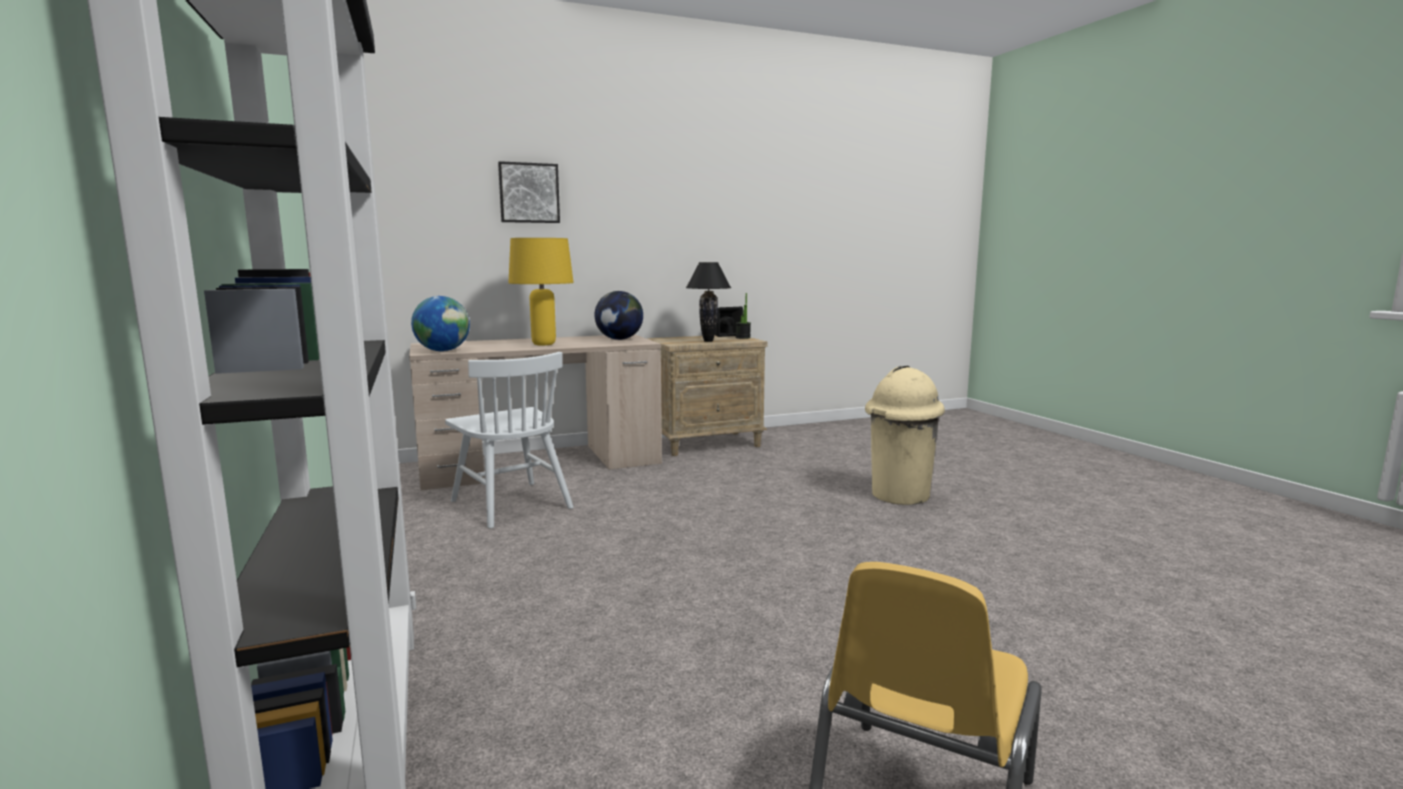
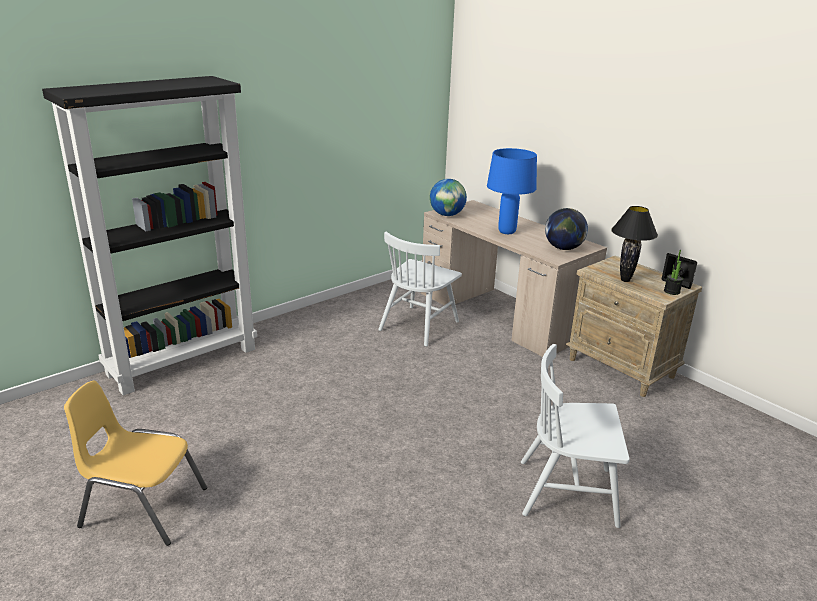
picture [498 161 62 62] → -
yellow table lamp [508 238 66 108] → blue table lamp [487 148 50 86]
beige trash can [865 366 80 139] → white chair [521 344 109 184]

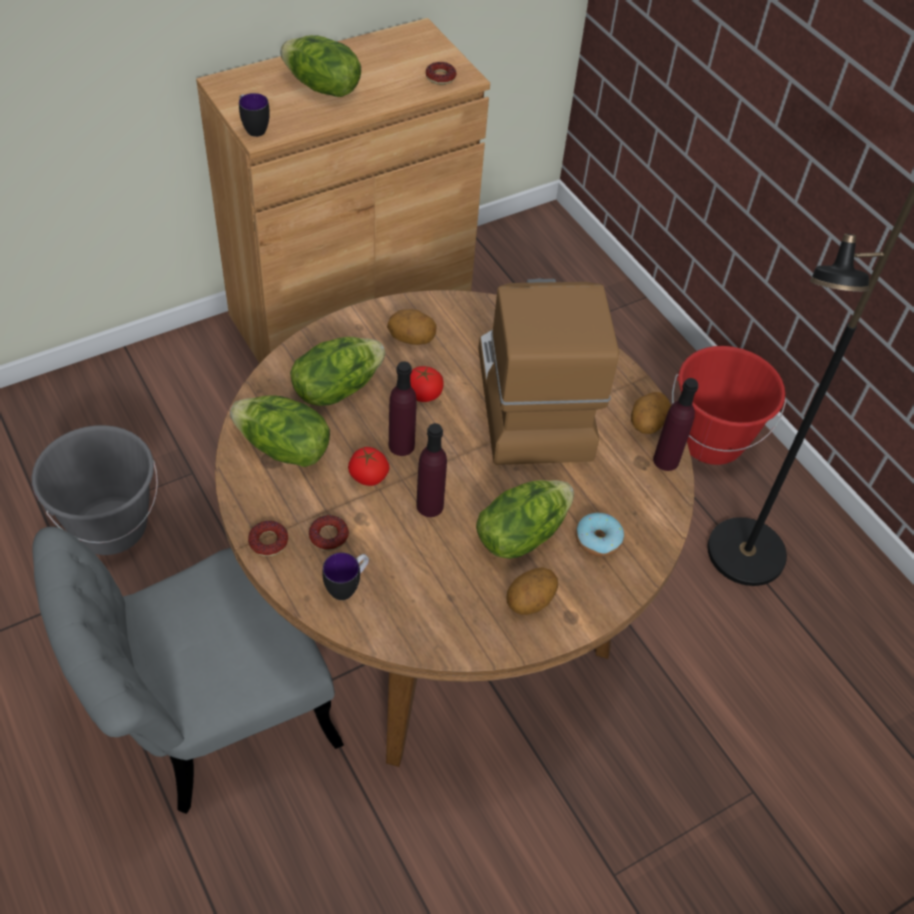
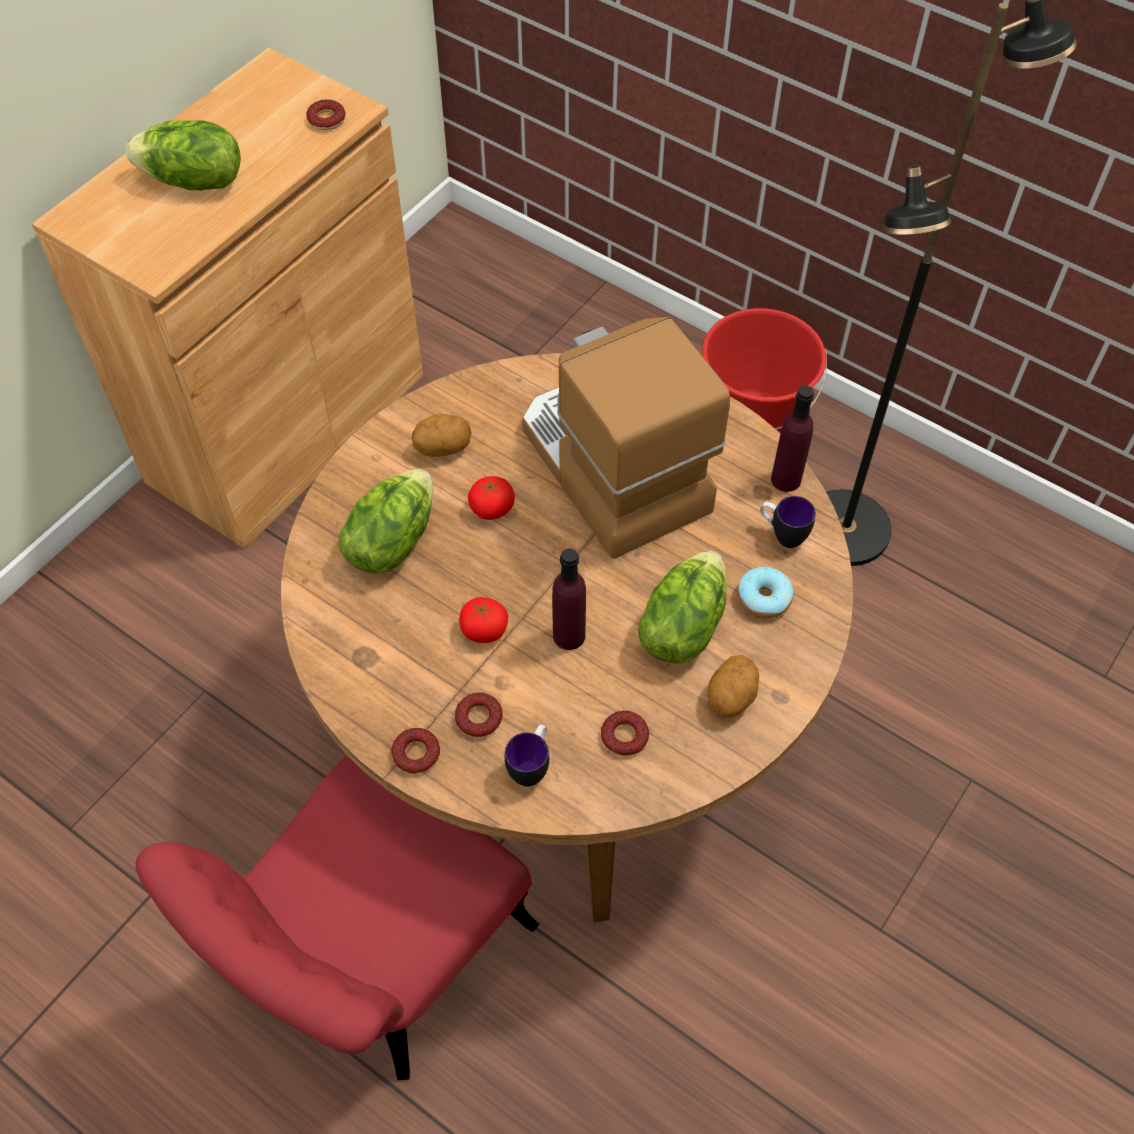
mug [239 93 31 44] → mug [760 496 56 52], relocated
purple bottle [389 361 28 95] → -
potato [631 392 40 42] → -
lettuce [230 395 100 72] → -
grey bucket [32 425 126 130] → -
grey chair [32 527 312 287] → red chair [136 756 403 324]
- → donut [601 711 48 45]

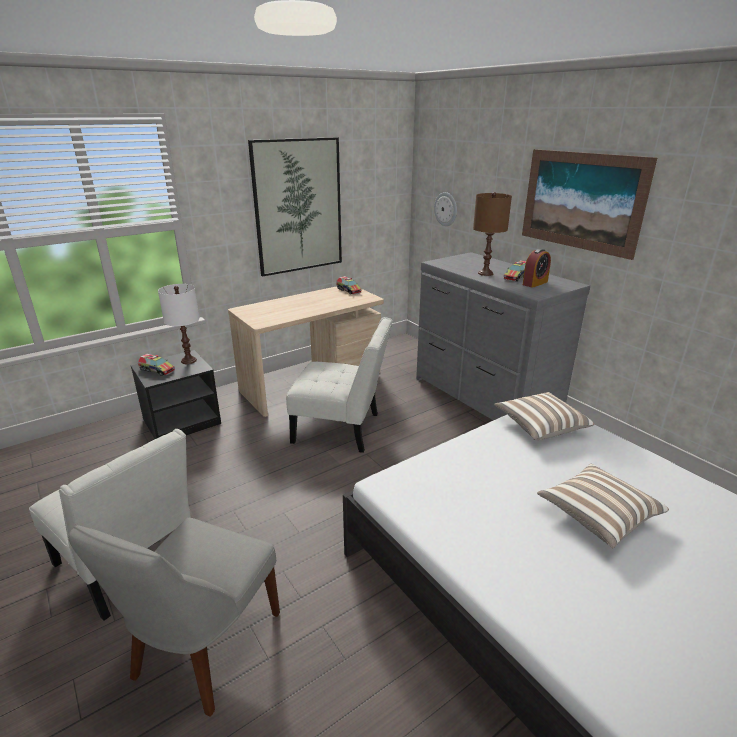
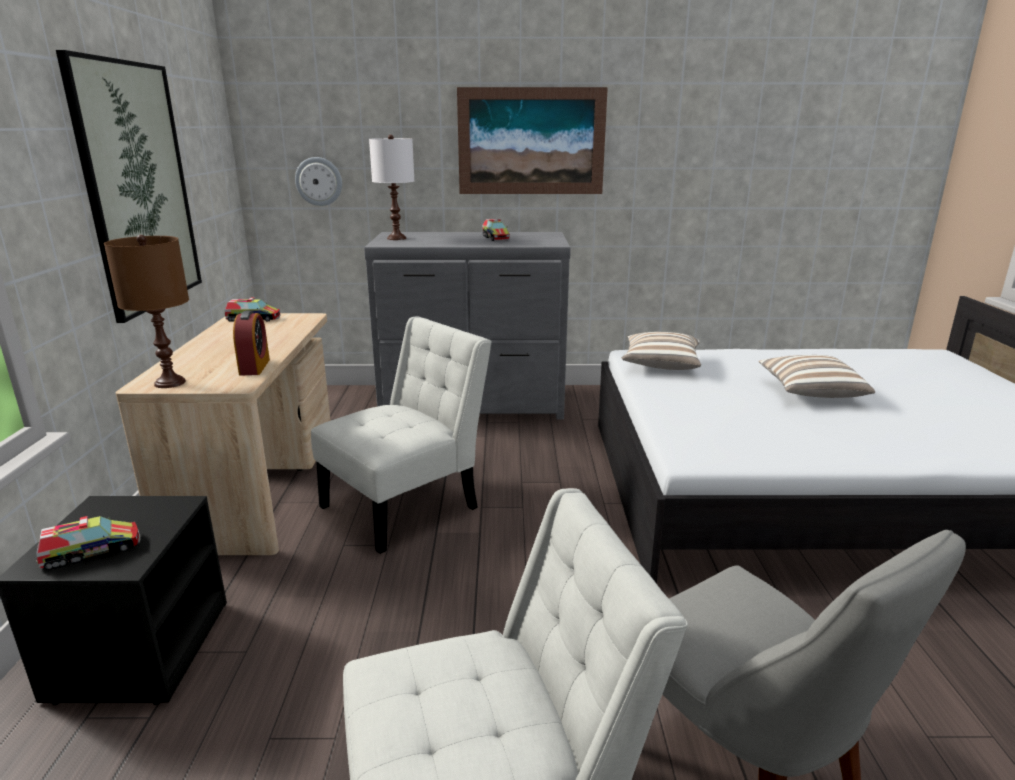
brown table lamp [473 192 39 84] → brown table lamp [104 235 85 153], relocated
alarm clock [523 249 28 39] → alarm clock [233 311 37 65], relocated
white table lamp [158 284 41 80] → white table lamp [369 135 45 105], relocated

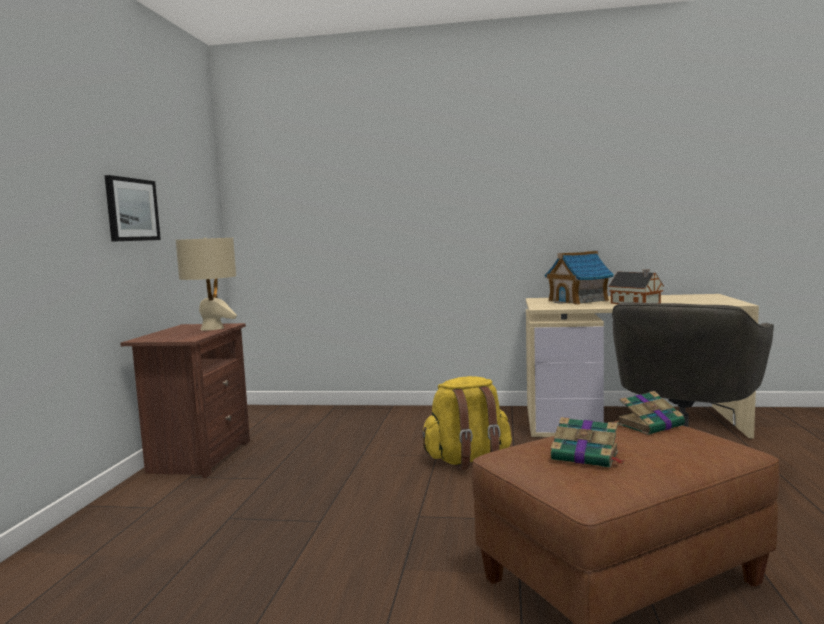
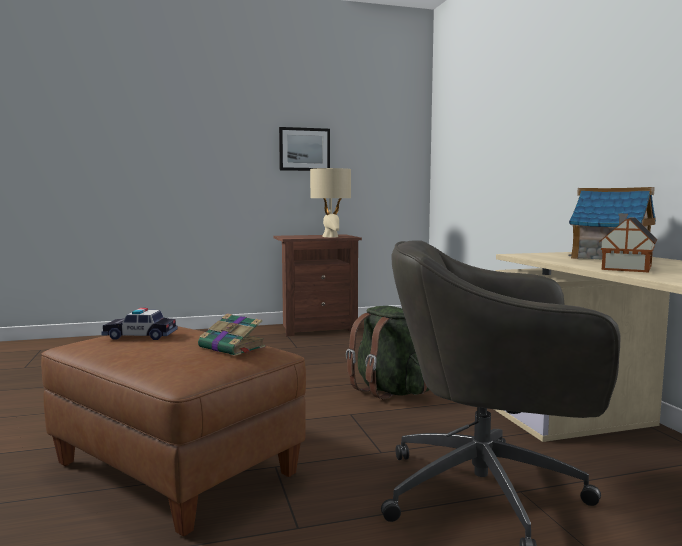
yellow backpack [421 376 91 94] → green backpack [346 306 83 94]
book [551 417 73 51] → toy car [101 308 76 32]

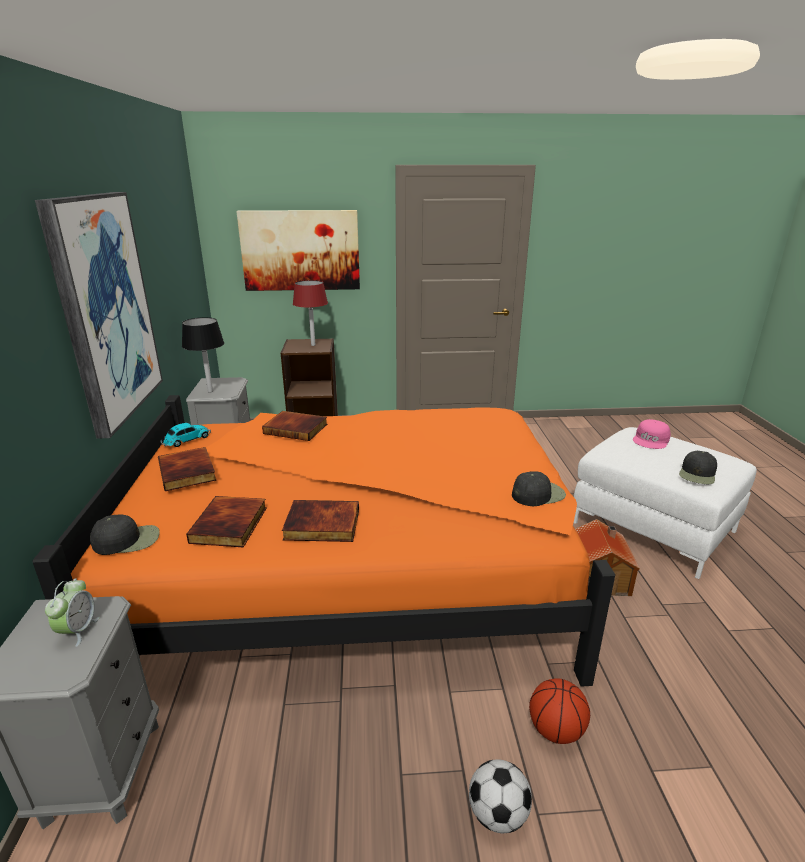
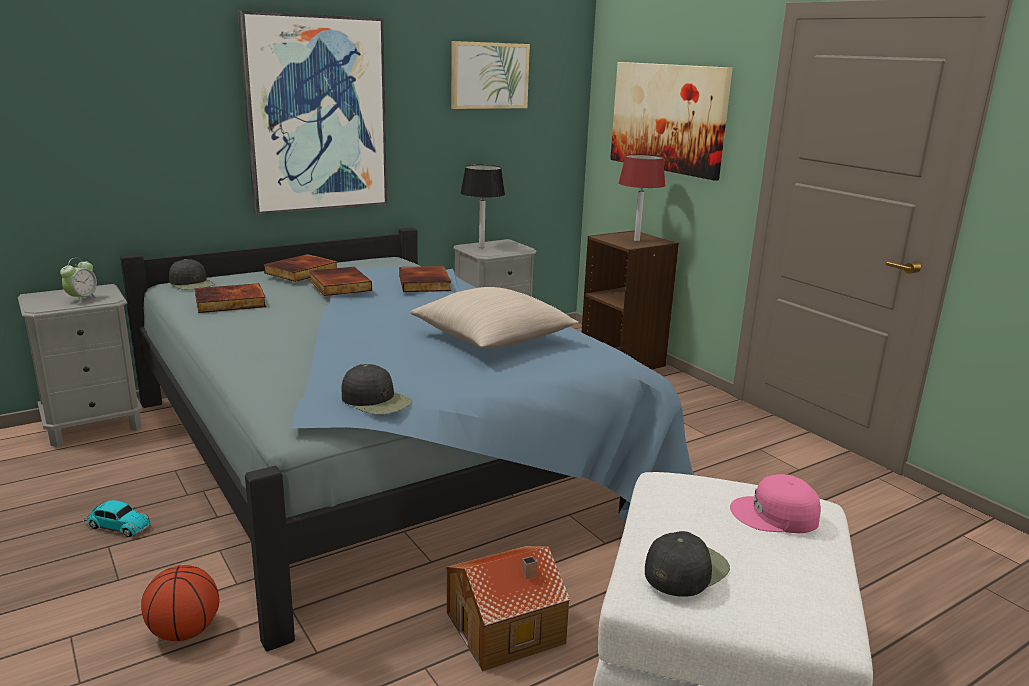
orange bed [32 395 583 292] → blue bed [120 227 574 425]
toy car [160 423 51 24] → toy car [83 500 69 37], relocated
black cap [679 451 38 33] → black cap [645 531 85 66], 135 degrees clockwise
book [282 500 77 42] → book [309 267 63 29], relocated
alarm clock [45 578 55 69] → alarm clock [60 258 40 46], 45 degrees counterclockwise
football [469 759 63 74] → -
- → picture [451 41 79 68]
- → beige pillow [410 287 169 62]

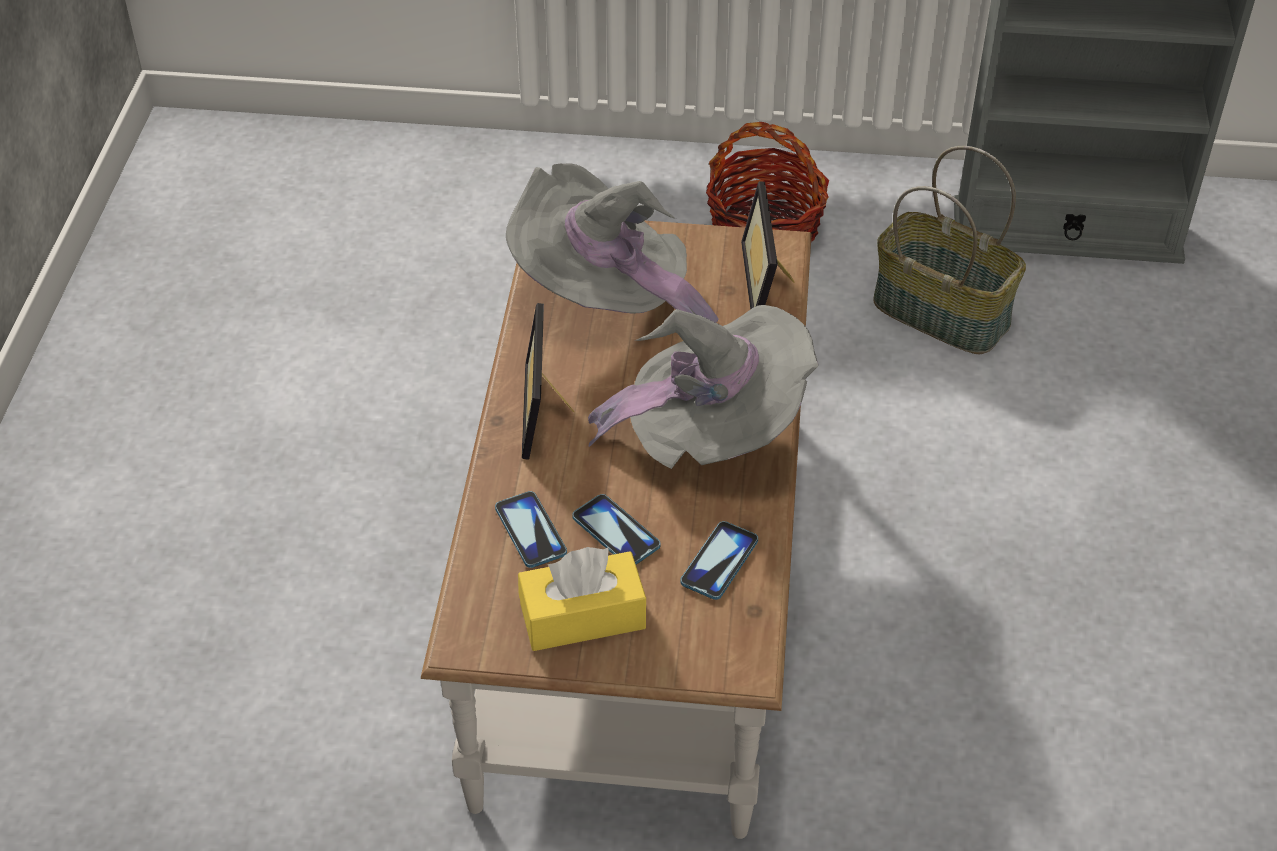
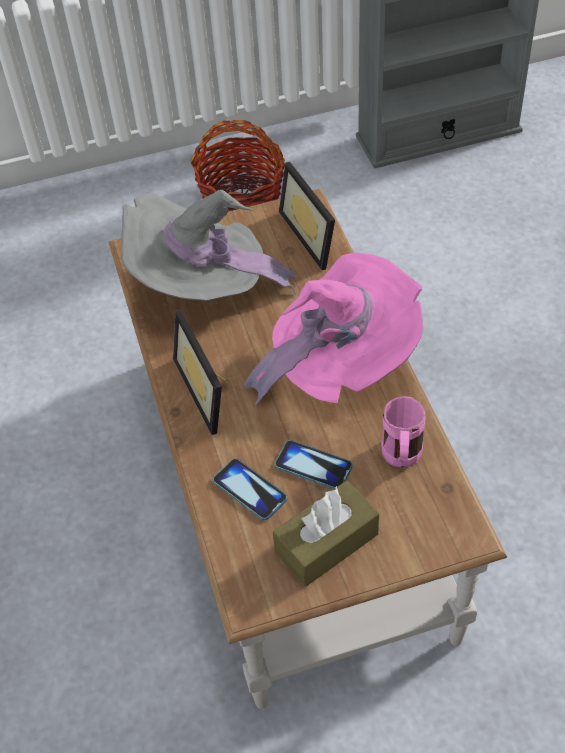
basket [873 146 153 208] → -
grey hat [588 305 231 164] → pink hat [244 253 179 154]
phone [680 521 78 79] → pink mug [381 396 45 72]
yellow tissue box [518 547 128 104] → brown tissue box [273 481 106 106]

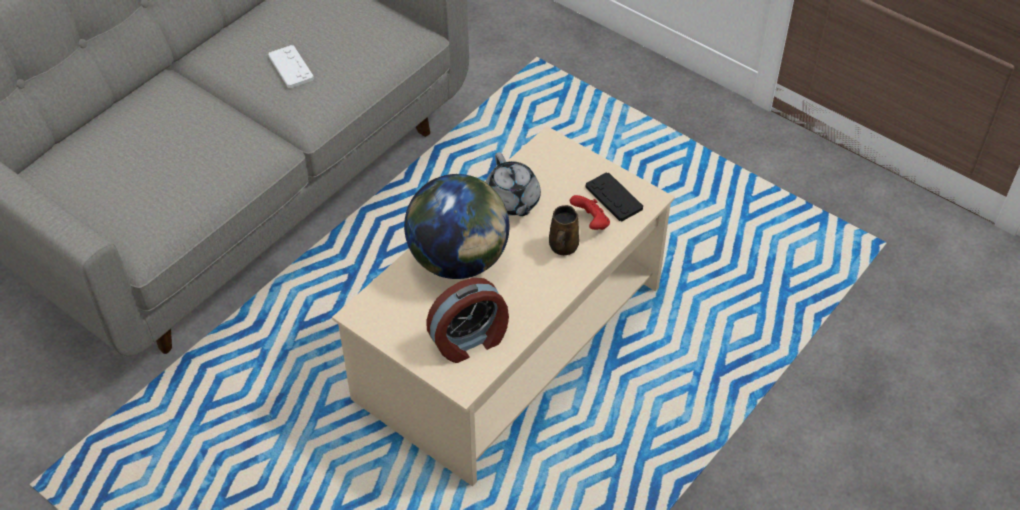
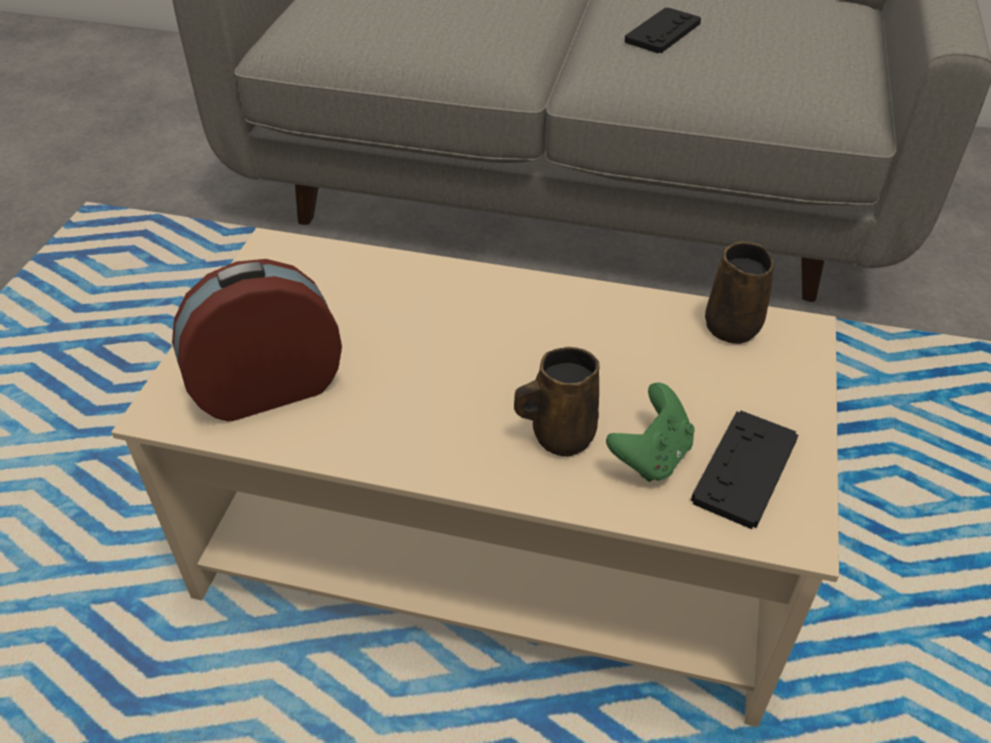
white game controller [268 45 46 43] → black game controller [625 8 76 45]
grey teapot [486 152 55 64] → -
globe [404 174 105 105] → -
red game controller [570 195 40 35] → green game controller [606 383 89 99]
alarm clock [426 278 83 85] → alarm clock [172 259 170 163], 120 degrees clockwise
- → brown mug [705 241 69 103]

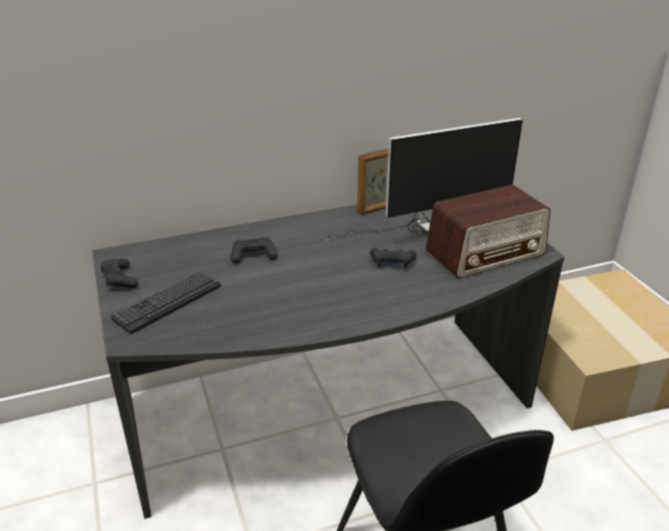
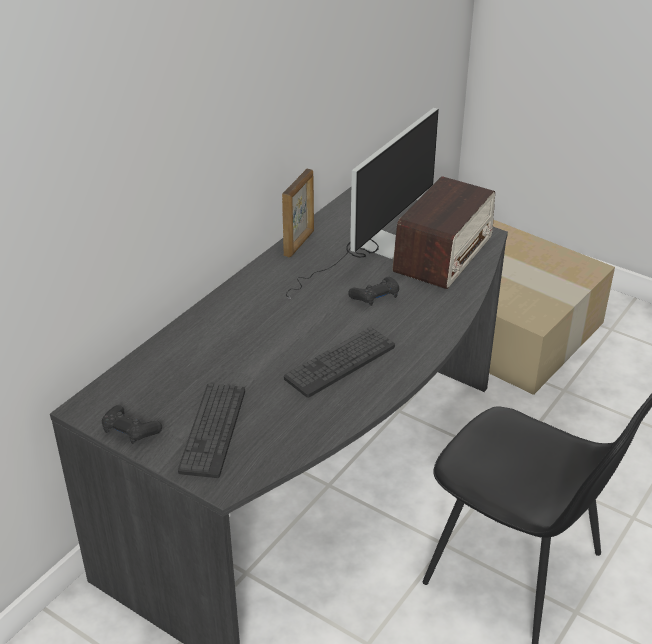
black game controller [231 237 47 27] → -
- → keyboard [284 327 111 71]

